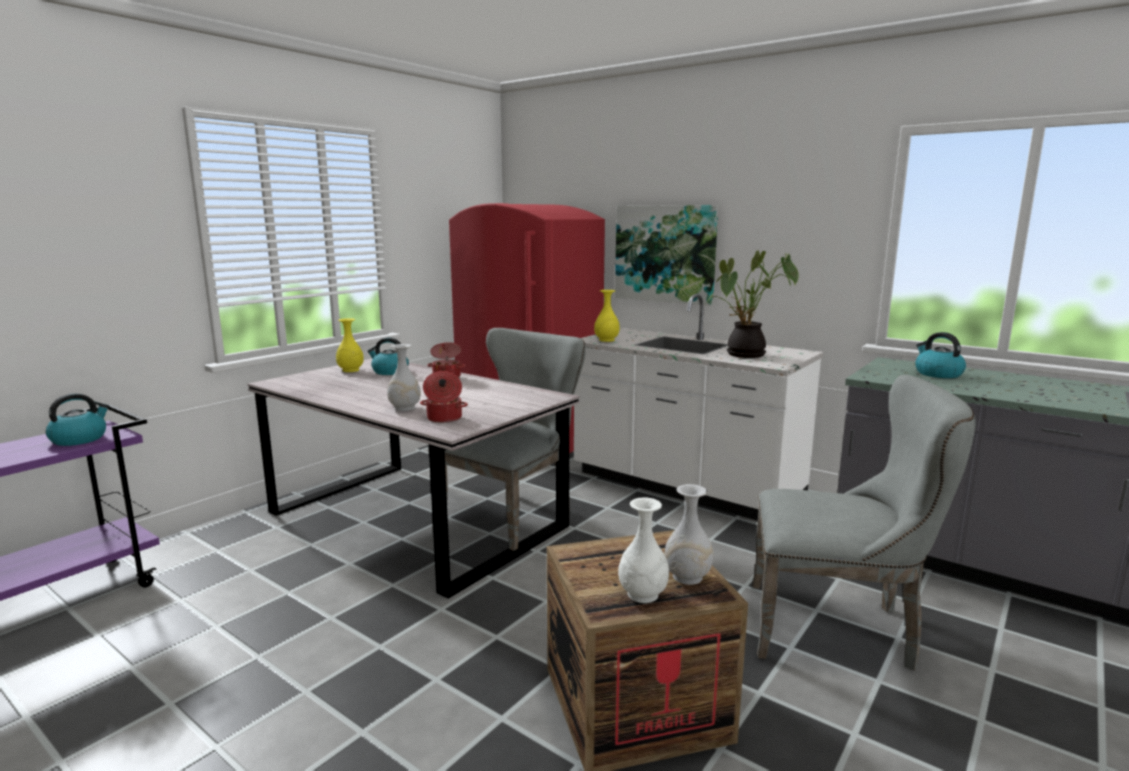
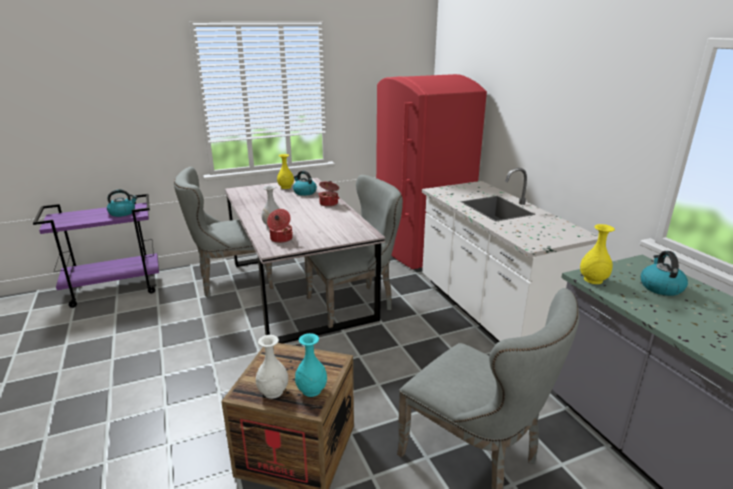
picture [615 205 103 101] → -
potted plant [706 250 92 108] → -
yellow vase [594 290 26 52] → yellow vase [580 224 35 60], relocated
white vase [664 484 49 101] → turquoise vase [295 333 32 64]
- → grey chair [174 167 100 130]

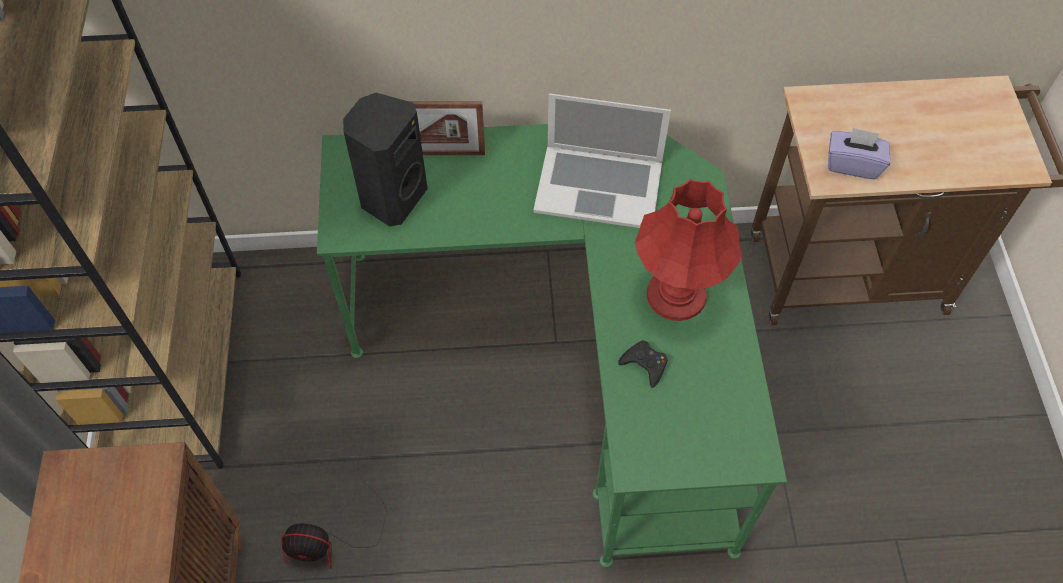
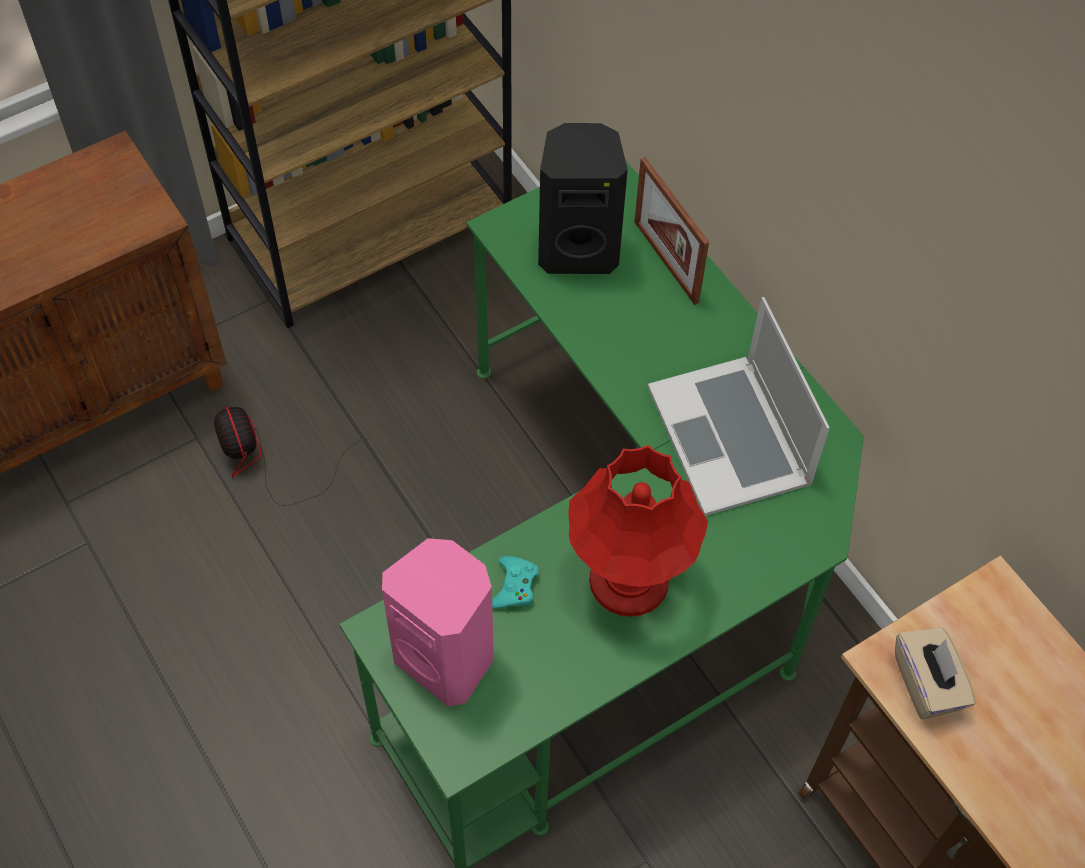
purple tissue box [828 127 62 52] → beige tissue box [895 627 81 92]
black game controller [618 340 50 48] → turquoise game controller [492 556 47 53]
- → pink speaker [382 538 112 168]

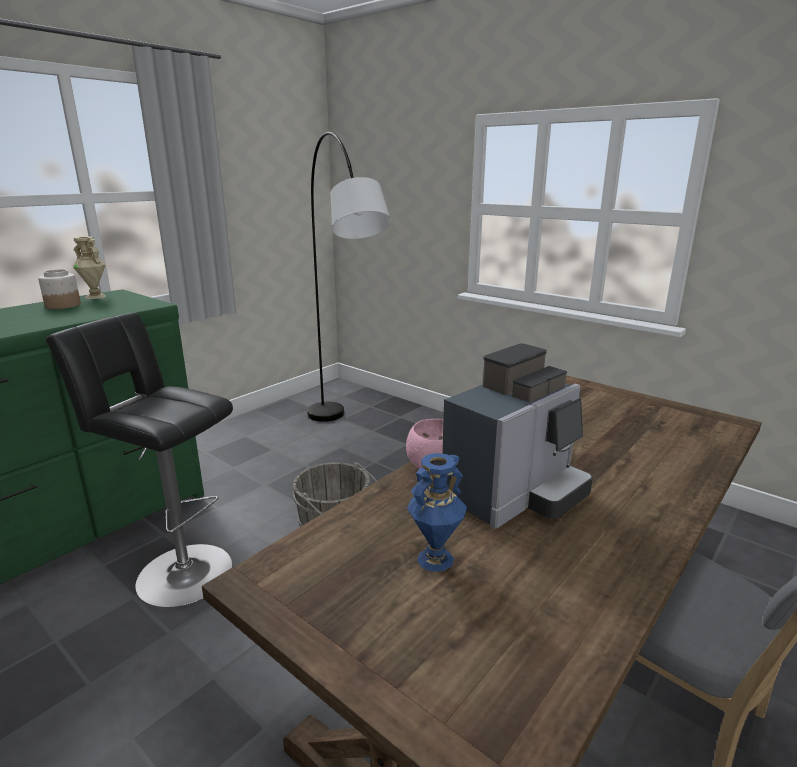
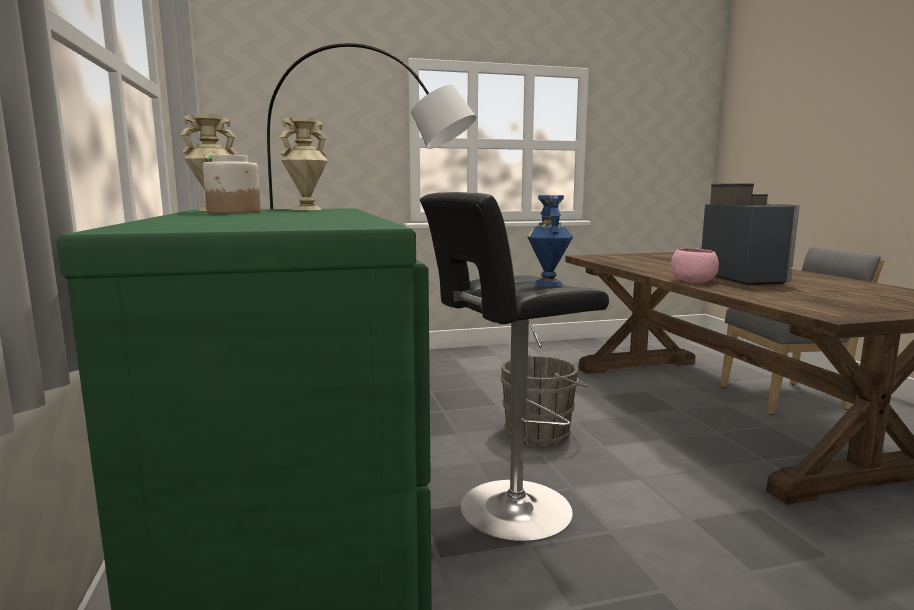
blue vase [407 453 60 119] → blue vase [527 195 46 92], relocated
- → beige vase [280 117 48 93]

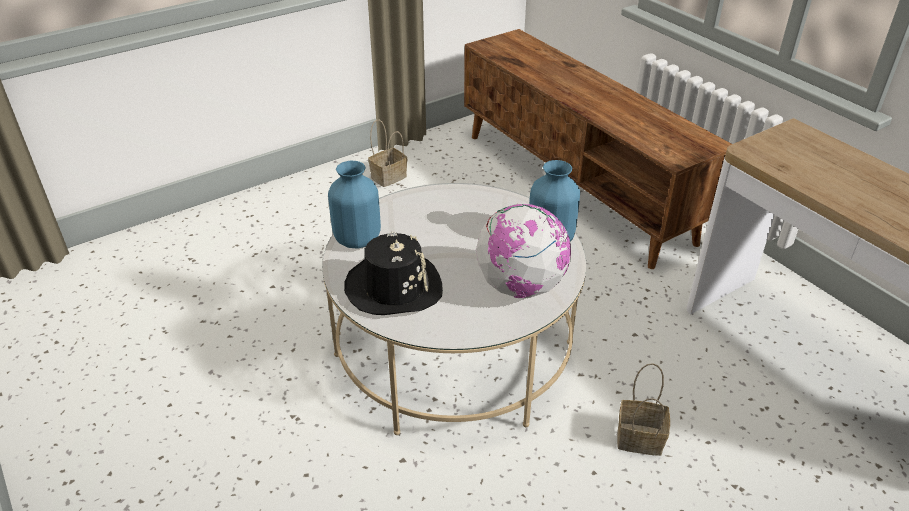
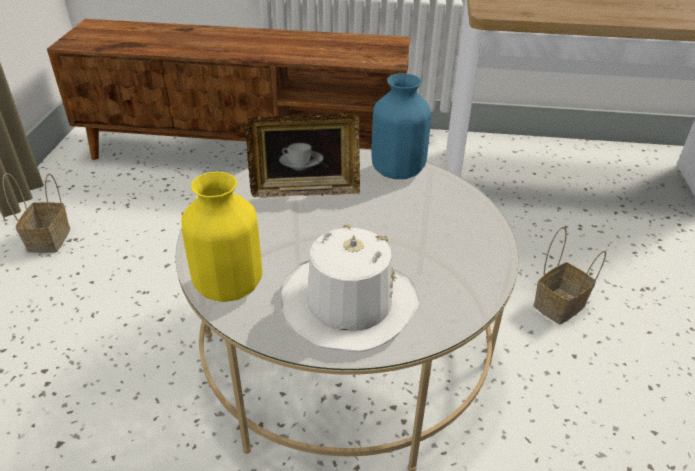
blue vase [328 161 53 87] → yellow vase [182 172 80 130]
globe [476 203 95 95] → -
black hat [344 232 99 83] → white hat [281 224 138 128]
- → picture frame [245 113 115 85]

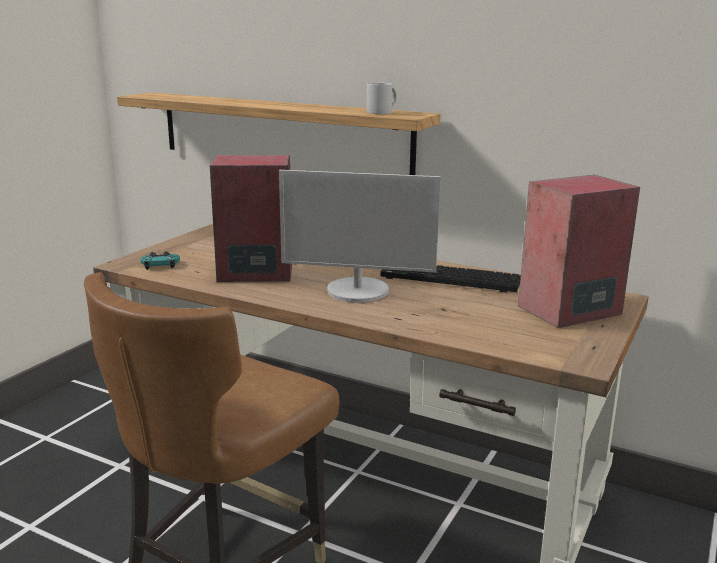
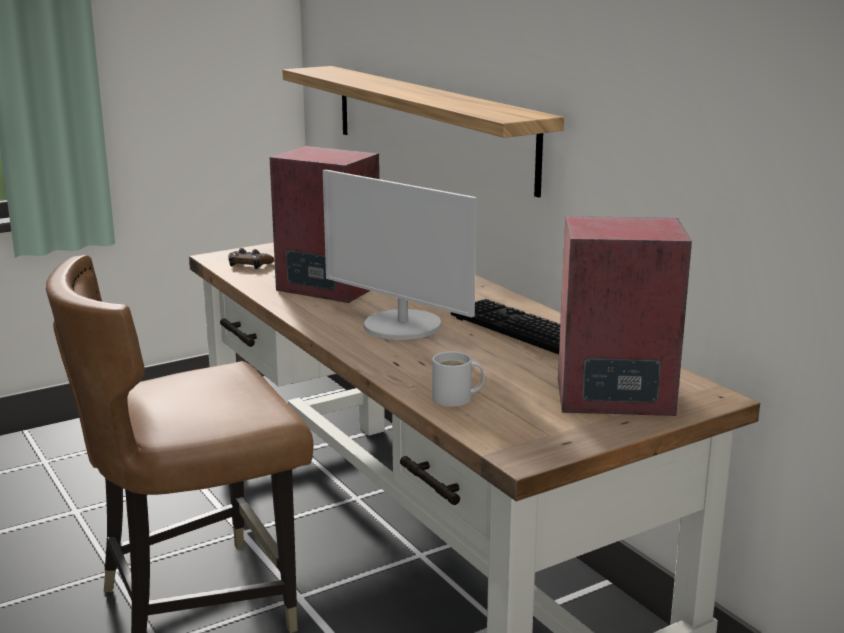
white mug [367 83 30 31] → white mug [432 352 53 55], relocated
turquoise game controller [140 251 40 19] → brown game controller [228 248 46 21]

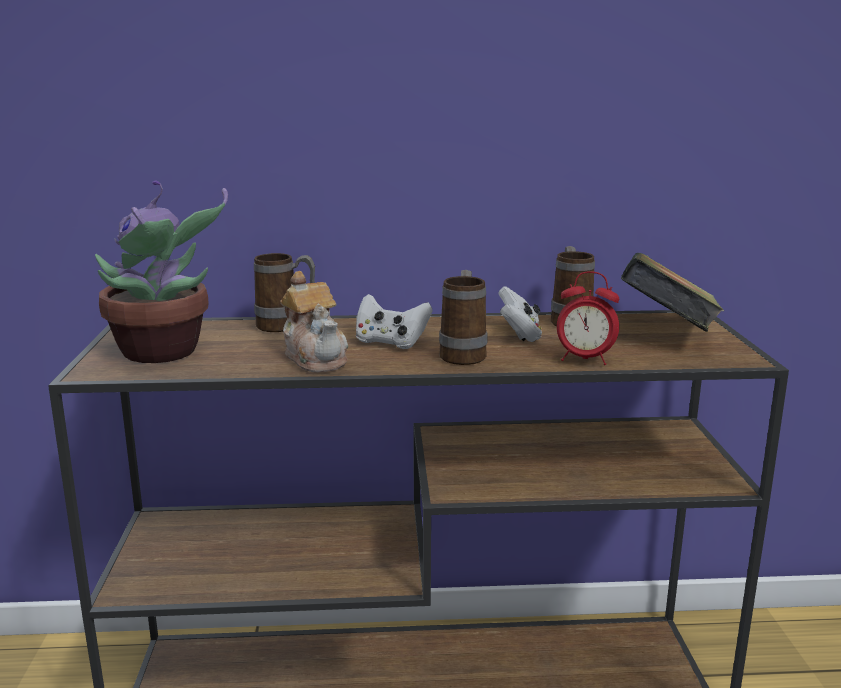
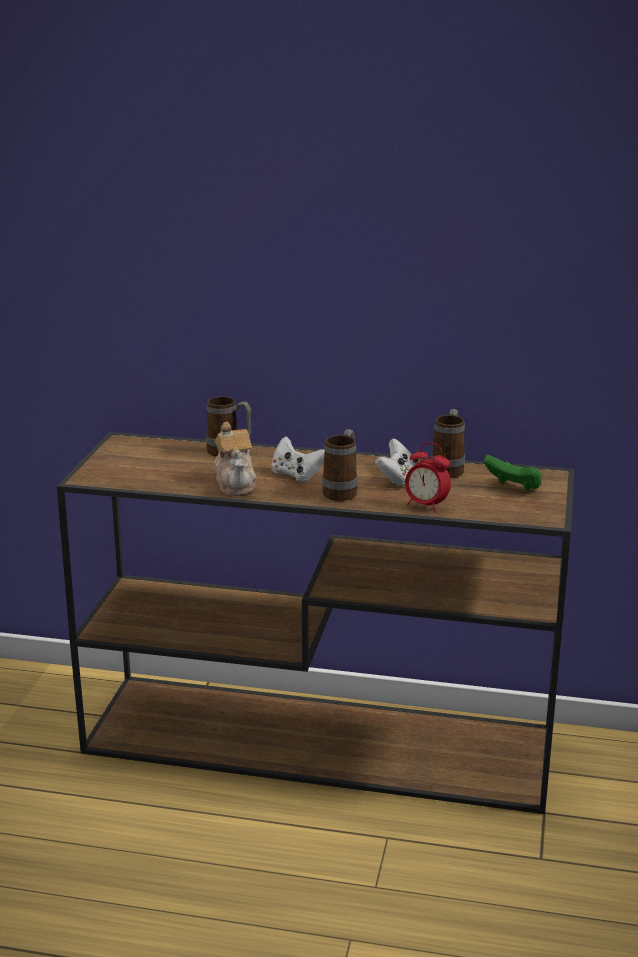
potted plant [95 180 133 183] → -
book [621 253 103 79] → green game controller [483 455 59 36]

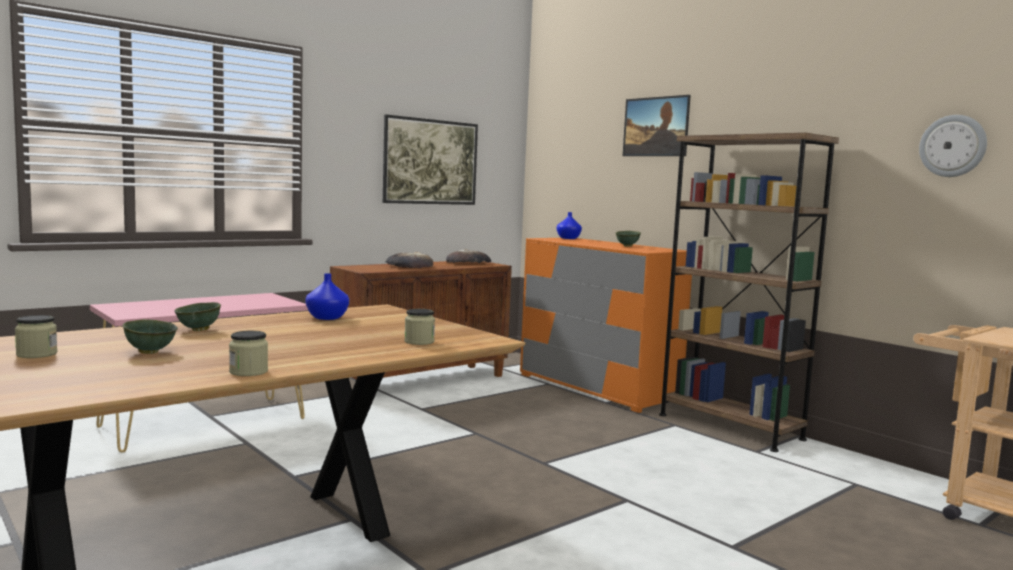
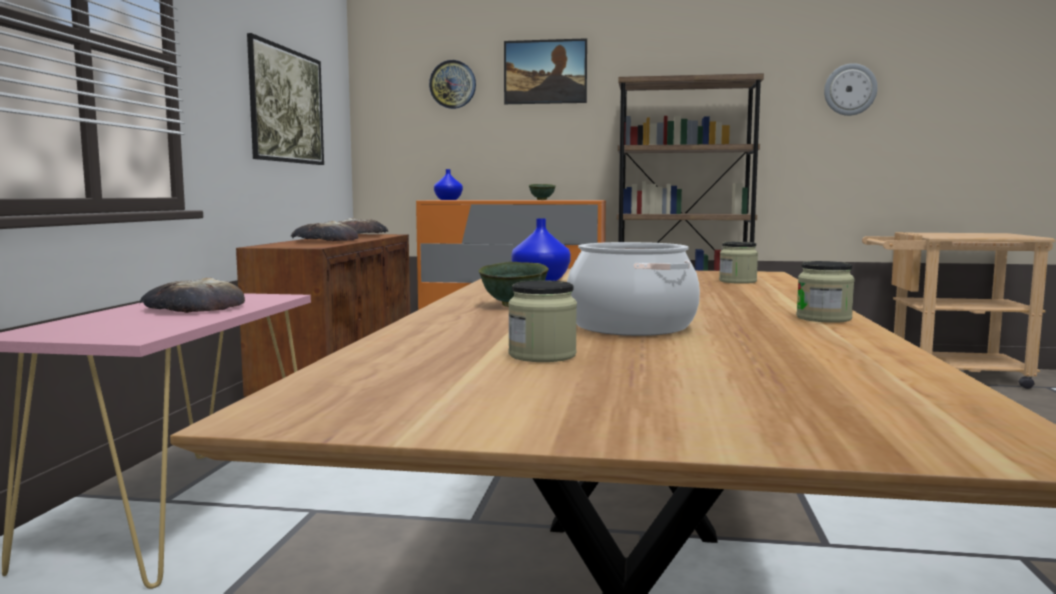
green bowl [122 319 56 35] → cooking pot [567 242 133 94]
- → wall clock [429 60 47 49]
- → bread [140 277 105 36]

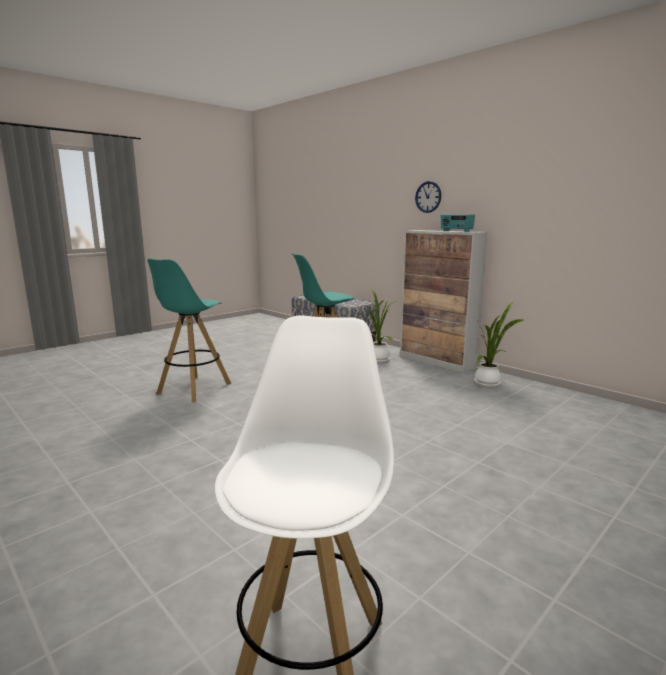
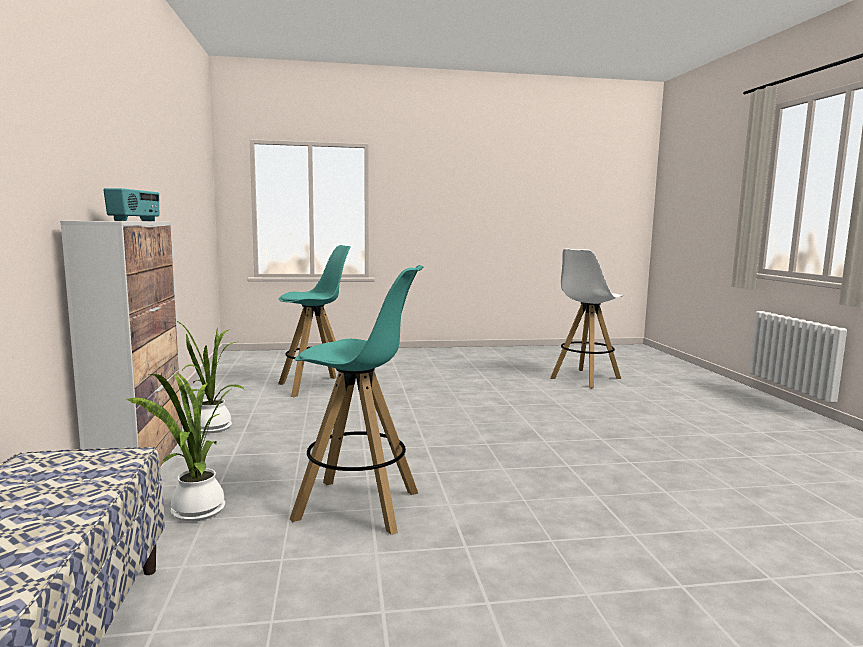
wall clock [415 181 26 32] → -
turquoise stool [148 258 83 144] → turquoise stool [278 245 73 152], relocated

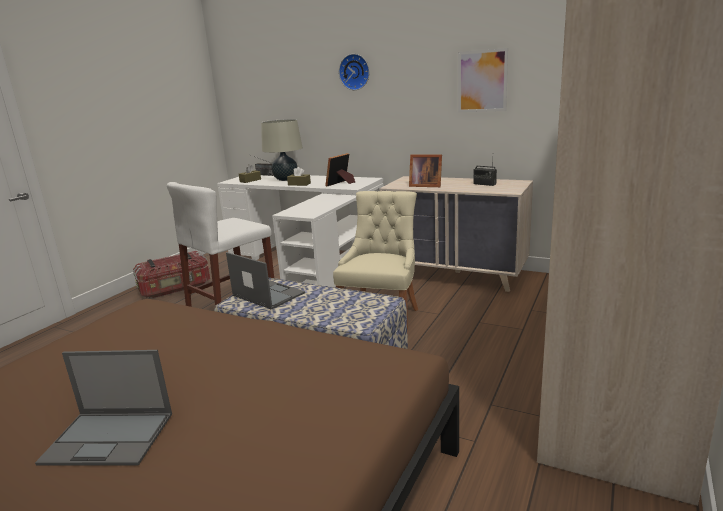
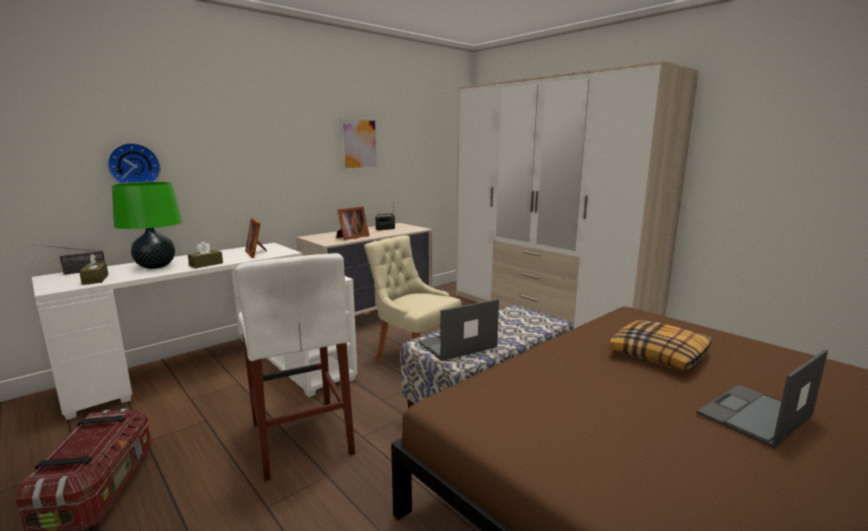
wall clock [339 54 30 36] → wall clock [107 143 54 40], relocated
beige table lamp [261 119 42 62] → green table lamp [112 182 70 87]
laptop [35 350 137 115] → laptop [697 349 131 100], 150 degrees counterclockwise
- → pillow [609 320 102 52]

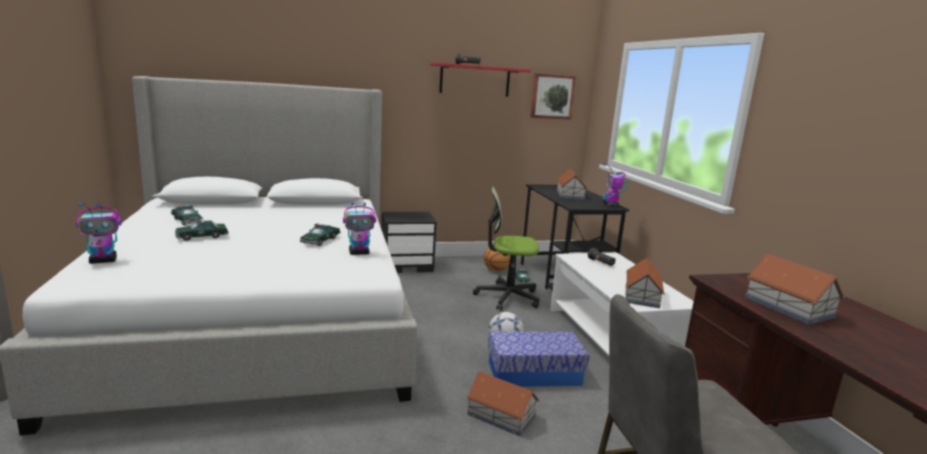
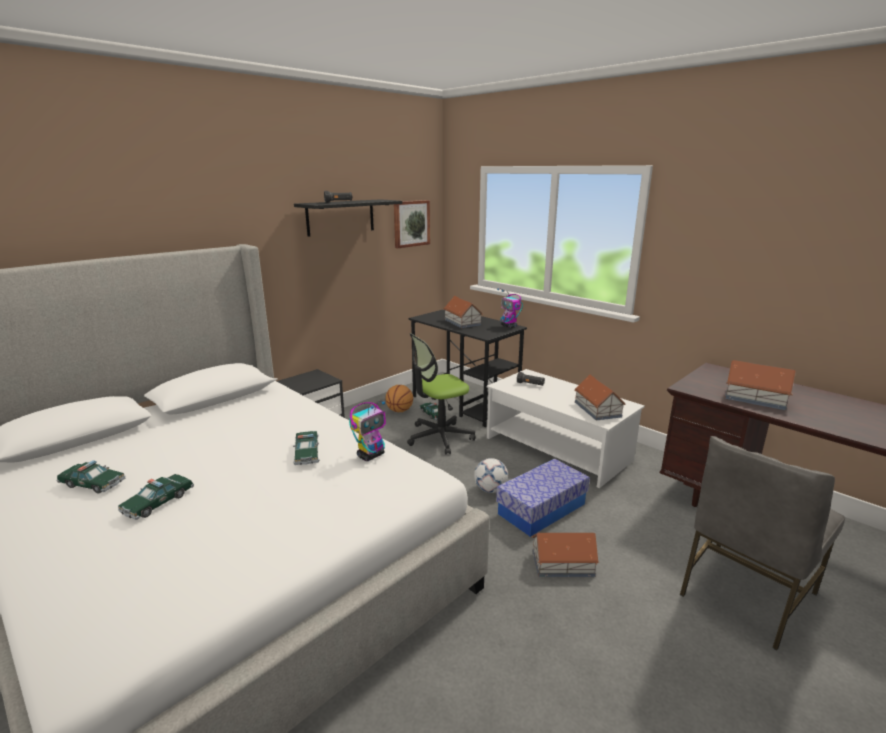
red shelf [430 63 101 34] → black shelf [294 199 108 38]
toy robot [76 203 46 61] → -

